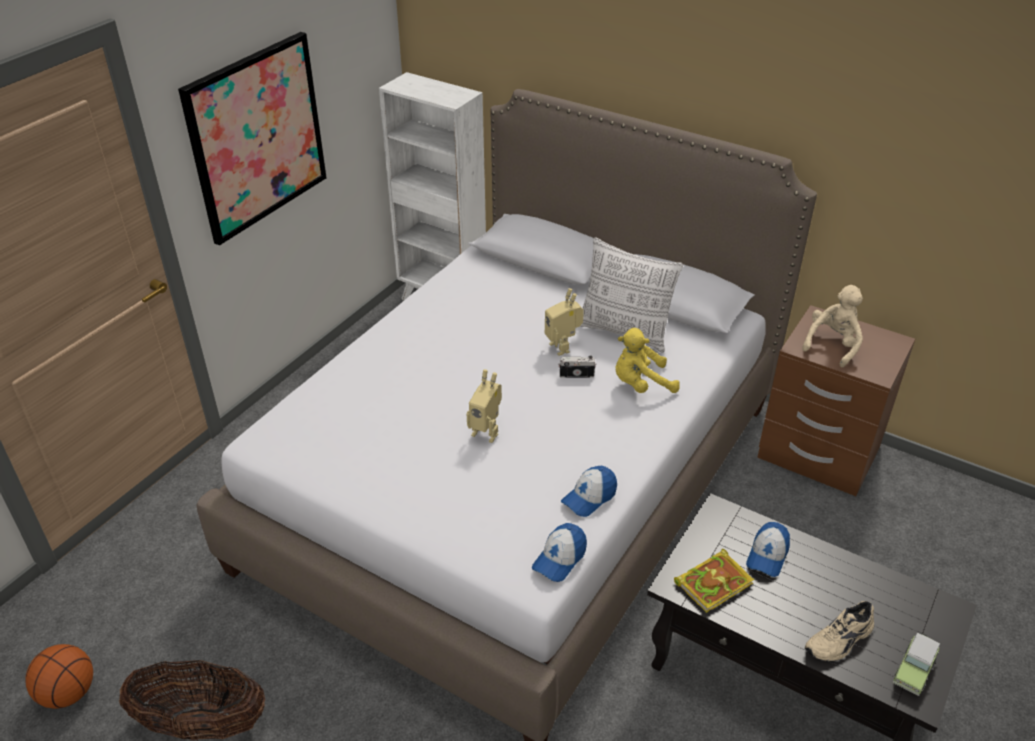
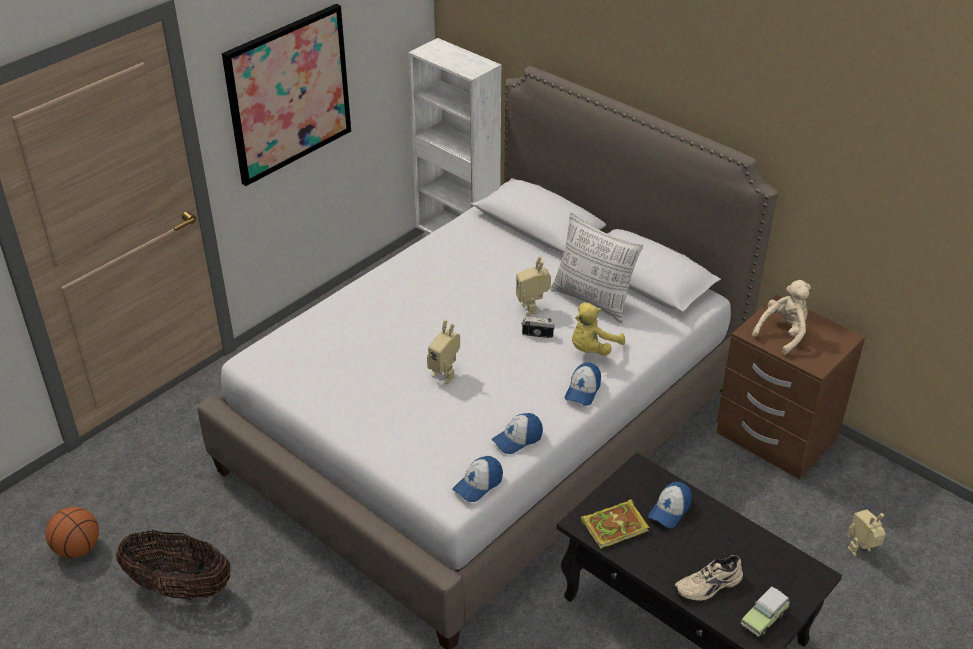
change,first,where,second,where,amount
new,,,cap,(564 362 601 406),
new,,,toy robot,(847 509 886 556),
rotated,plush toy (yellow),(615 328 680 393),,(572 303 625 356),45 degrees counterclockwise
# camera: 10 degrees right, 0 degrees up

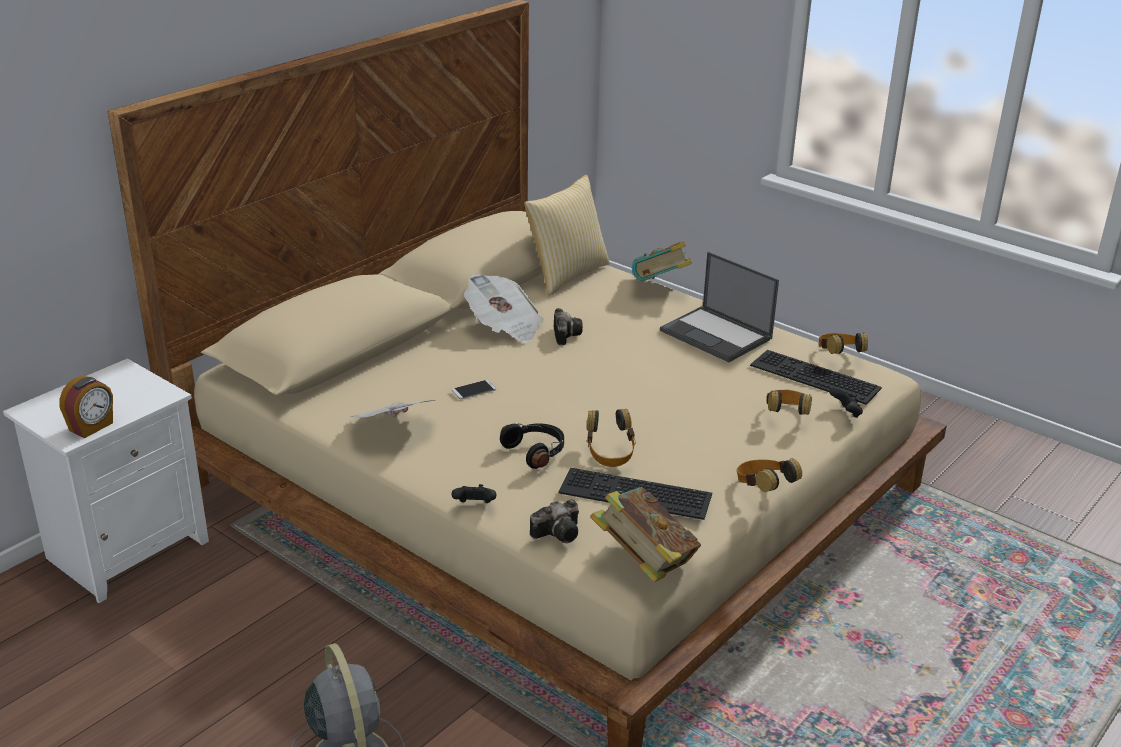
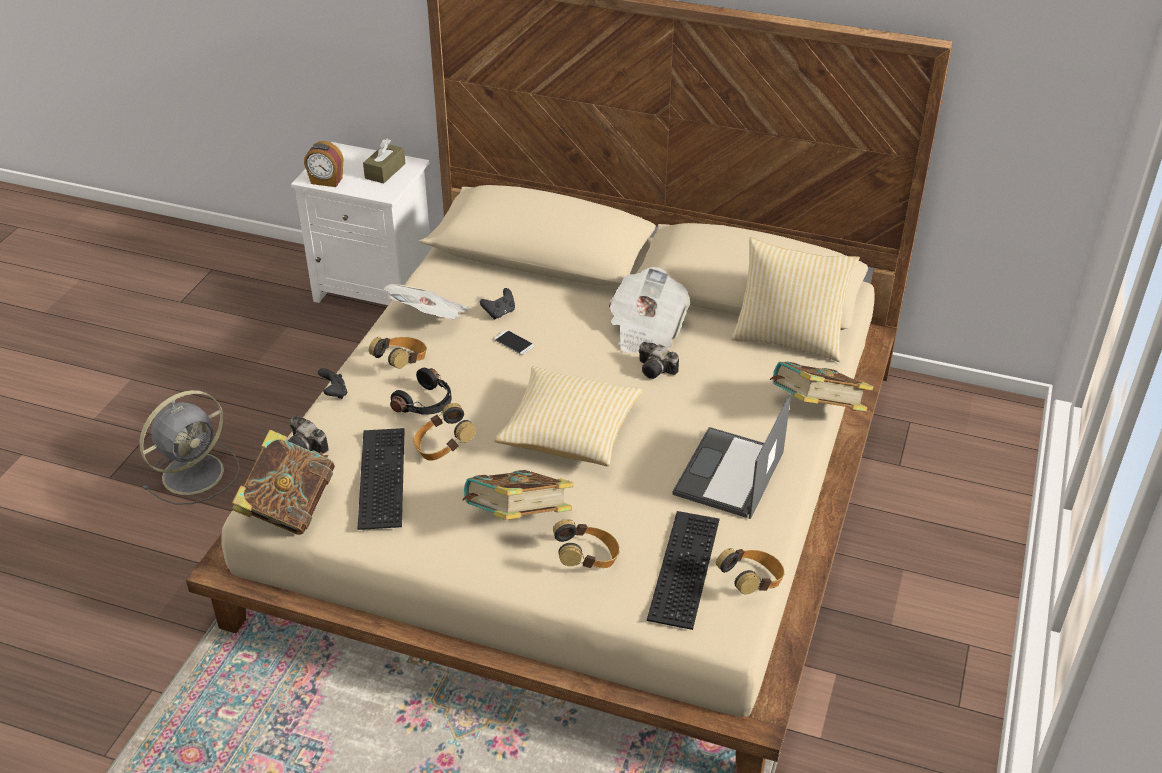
change,first,where,second,where,amount
new,,,tissue box (brown),(363 139 406 184),
new,,,book,(462 470 573 520),
new,,,pillow,(494 367 643 466),
shifted,headphones,(737 458 802 492),,(369 337 427 369),
shifted,game controller (black),(829 388 863 418),,(480 288 515 320),
rotated,photo camera,(554 308 583 345),,(639 342 679 379),60 degrees clockwise
# camera: 70 degrees right, 10 degrees up

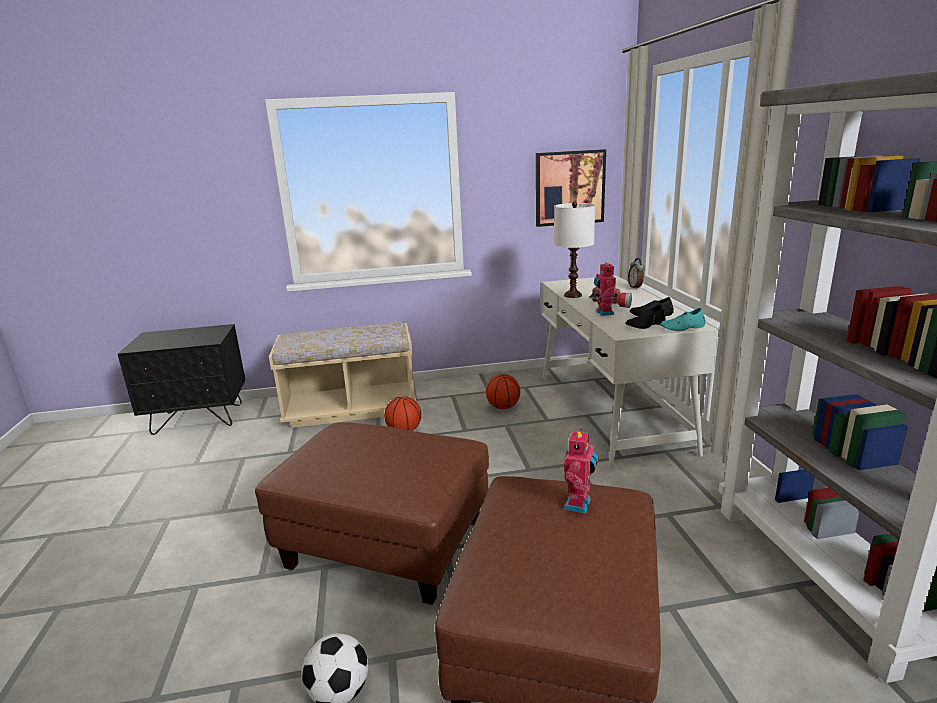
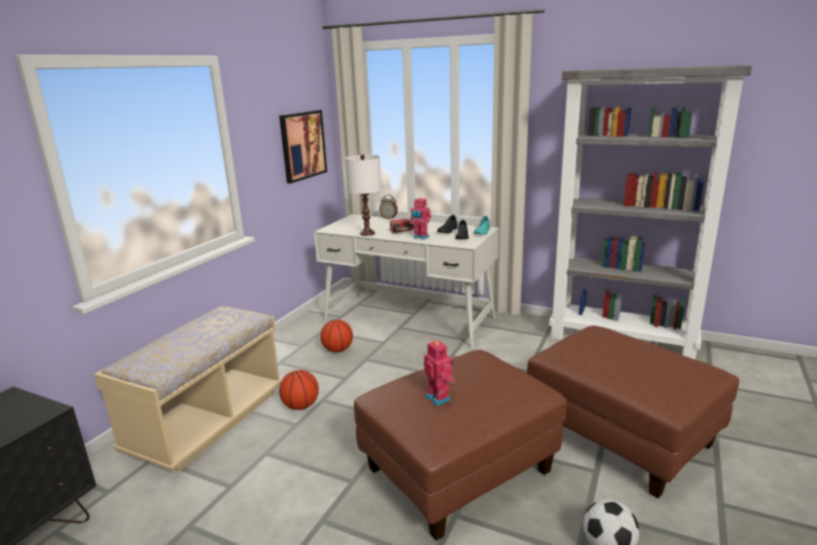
change,first,where,second,where,amount
shifted,toy robot,(564 429 598 514),,(424 339 455 406),
# camera: 55 degrees left, 0 degrees up

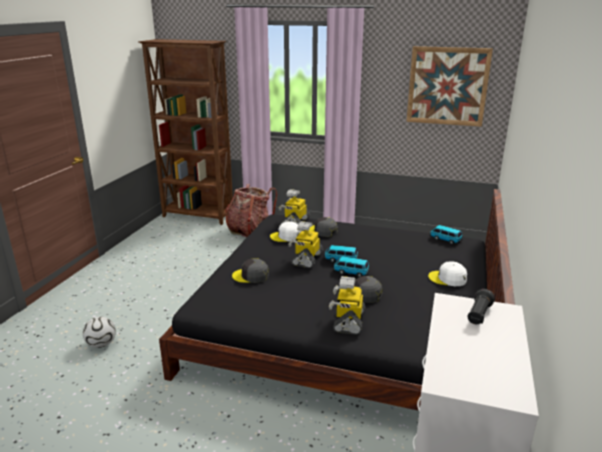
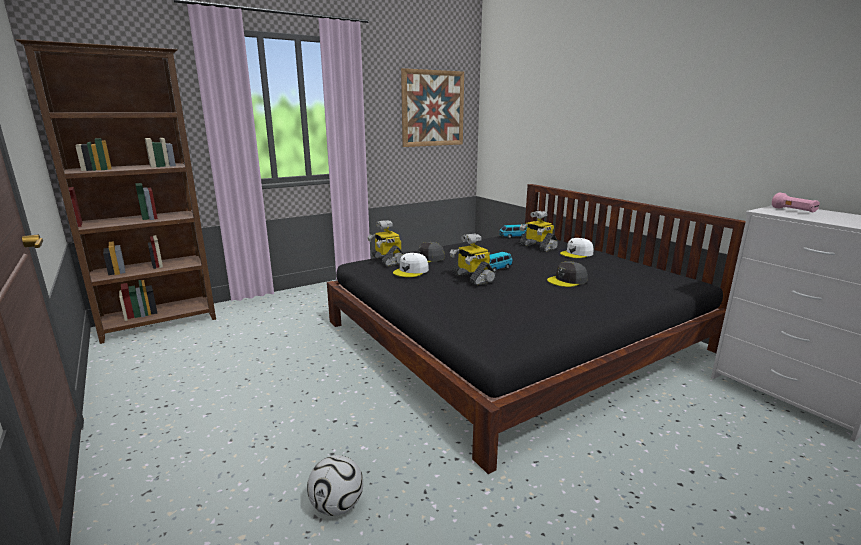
change,first,where,second,where,amount
gone,backpack,(225 184 277 237),,,
gone,cap (grey),(232 258 269 283),,,
gone,toy car,(333 256 369 277),,,
shifted,toy robot,(329 276 365 335),,(520 211 558 252),
repainted,flashlight (black),(468 289 495 324),flashlight (pink),(772 193 820 212),
# camera: 50 degrees left, 5 degrees down

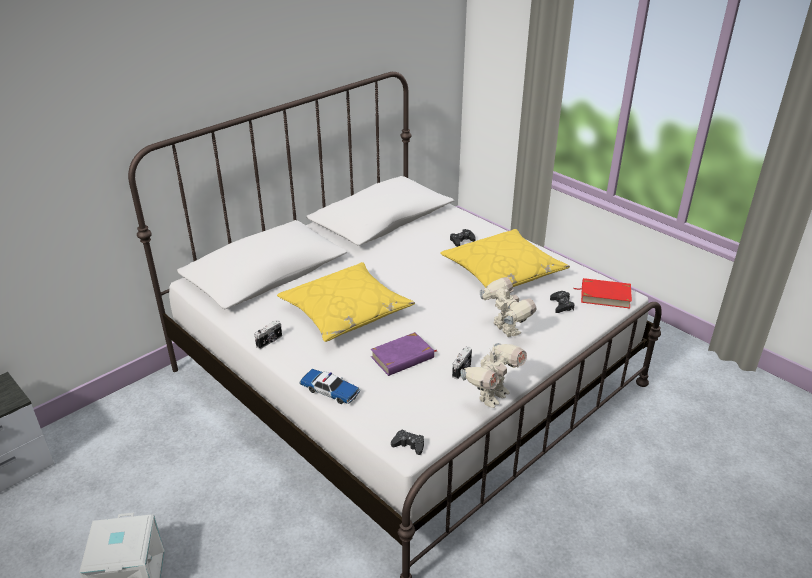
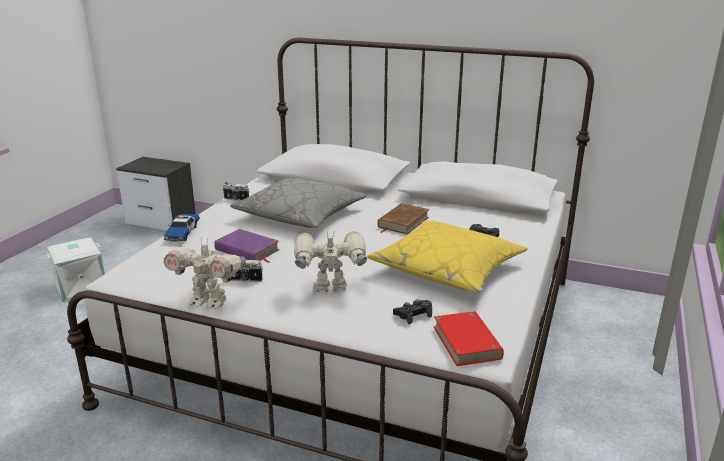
change,first,where,second,where,amount
gone,game controller (black),(391 430 424 455),,,
new,,,book (brown),(377 203 429 235),
repainted,pillow (yellow),(277 262 415 342),pillow (grey),(230 177 367 228),
rotated,toy robot,(480 277 537 337),,(294 231 367 292),135 degrees counterclockwise
# camera: 65 degrees right, 10 degrees down

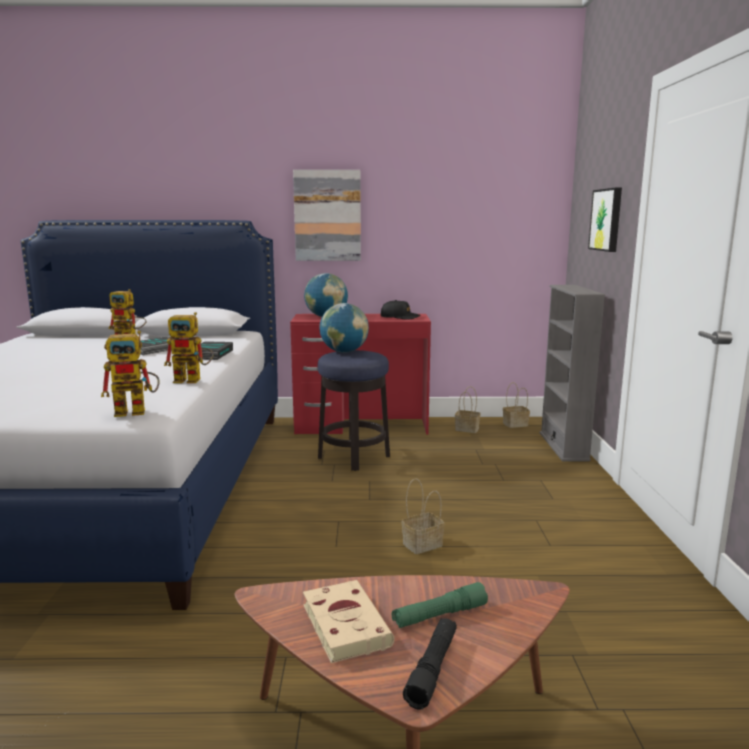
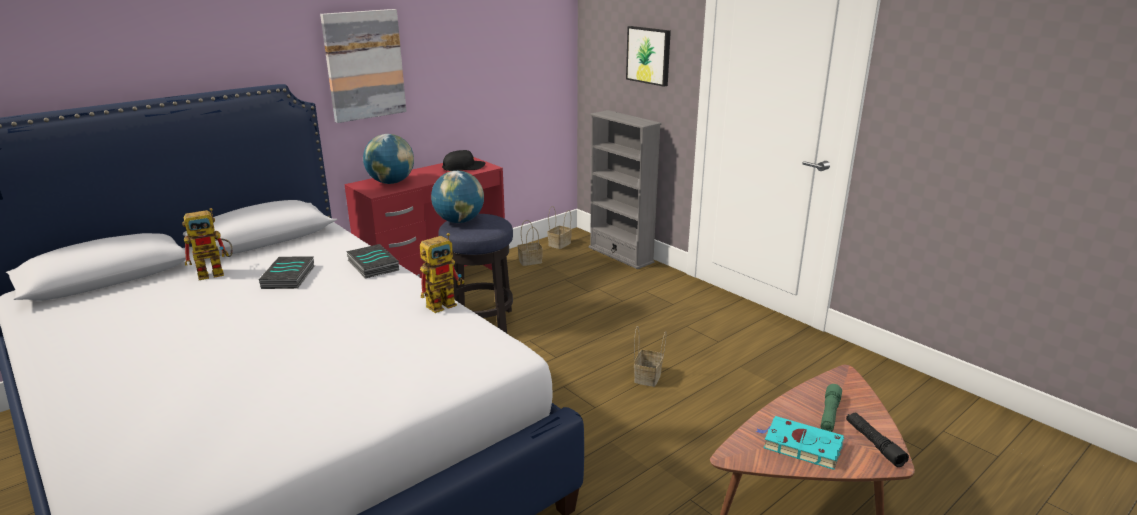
change,first,where,second,where,amount
gone,toy robot,(101 330 160 417),,,
repainted,book (beige),(303 580 395 663),book (turquoise),(756 416 844 470),
# camera: 40 degrees left, 10 degrees up

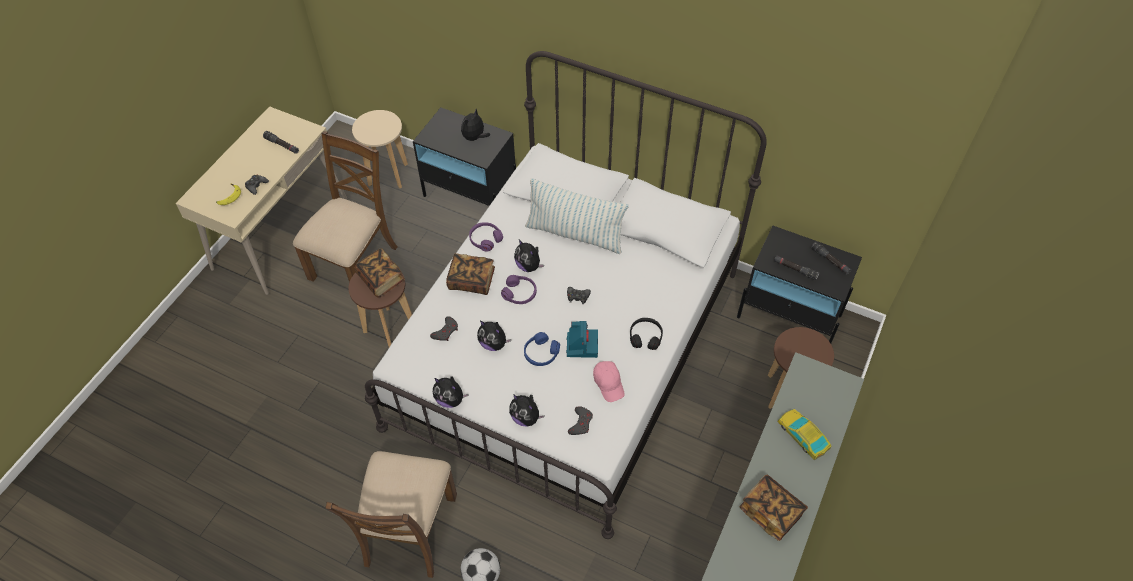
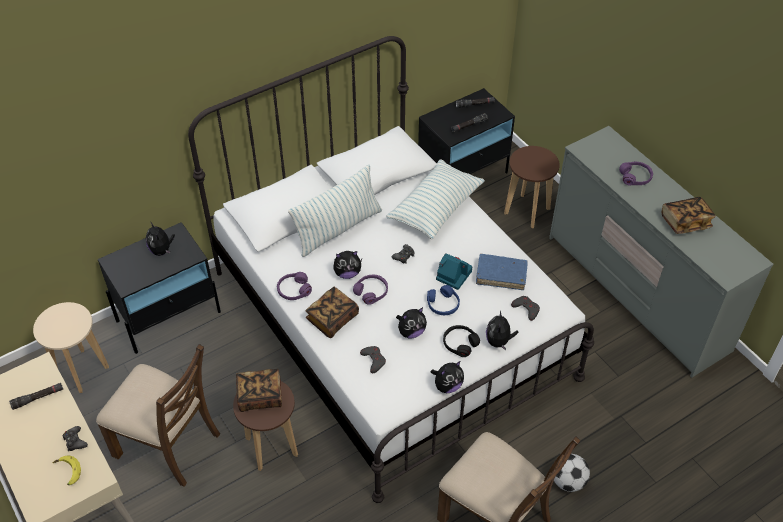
change,first,where,second,where,amount
new,,,pillow,(387 159 485 239),
shifted,headphones (black),(630 318 663 350),,(443 325 480 357),
swapped,cap (pink),(593 361 625 402),book (blue),(476 254 528 290),
swapped,toy car,(777 409 831 461),headphones (purple),(619 162 653 186),
rotated,chair (brown),(293 131 397 282),,(96 344 220 487),150 degrees clockwise
rotated,plush toy,(509 394 545 427),,(486 311 518 350),120 degrees clockwise
# camera: 60 degrees left, 5 degrees down

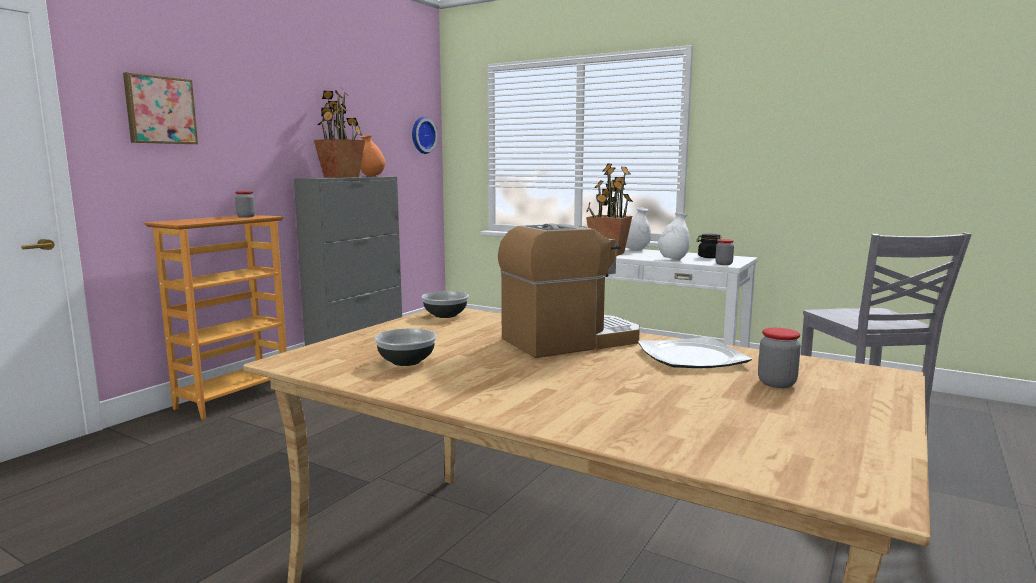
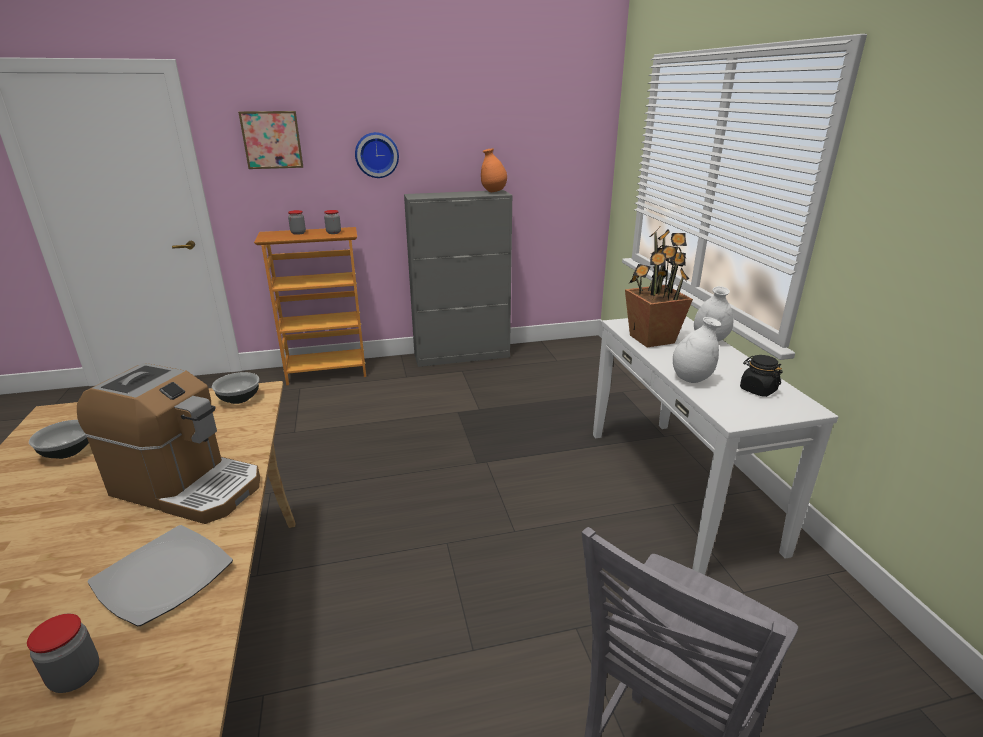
change,first,where,second,where,amount
gone,potted plant,(314 88 365 178),,,
shifted,wall clock,(412 117 438 154),,(355 132 399 178),
shifted,jar,(715 239 734 265),,(288 210 306 235),
# camera: 45 degrees right, 15 degrees up

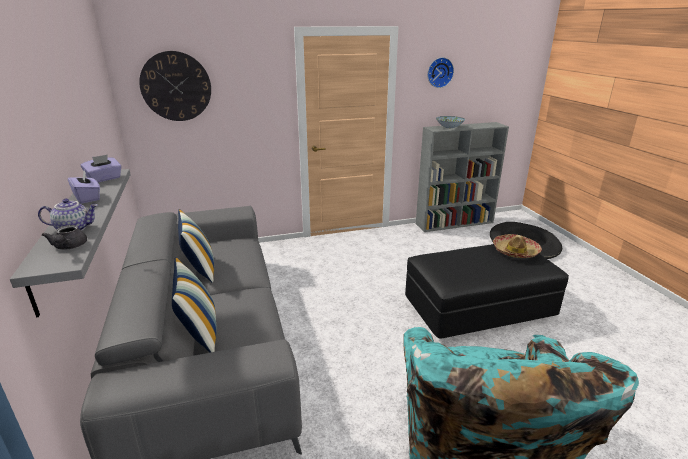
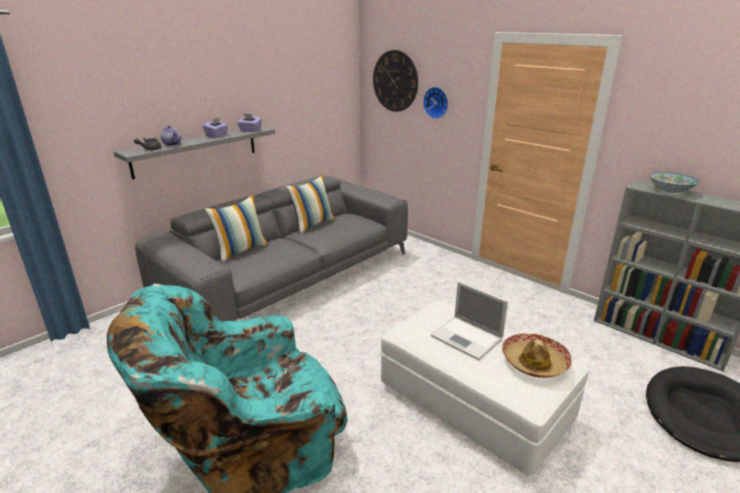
change,first,where,second,where,amount
new,,,laptop,(431 282 508 360),
shifted,wall clock,(427 57 454 88),,(423 87 448 119),
repainted,ottoman (black),(405 244 569 338),ottoman (white),(381 300 589 475),
# camera: 60 degrees right, 0 degrees up

